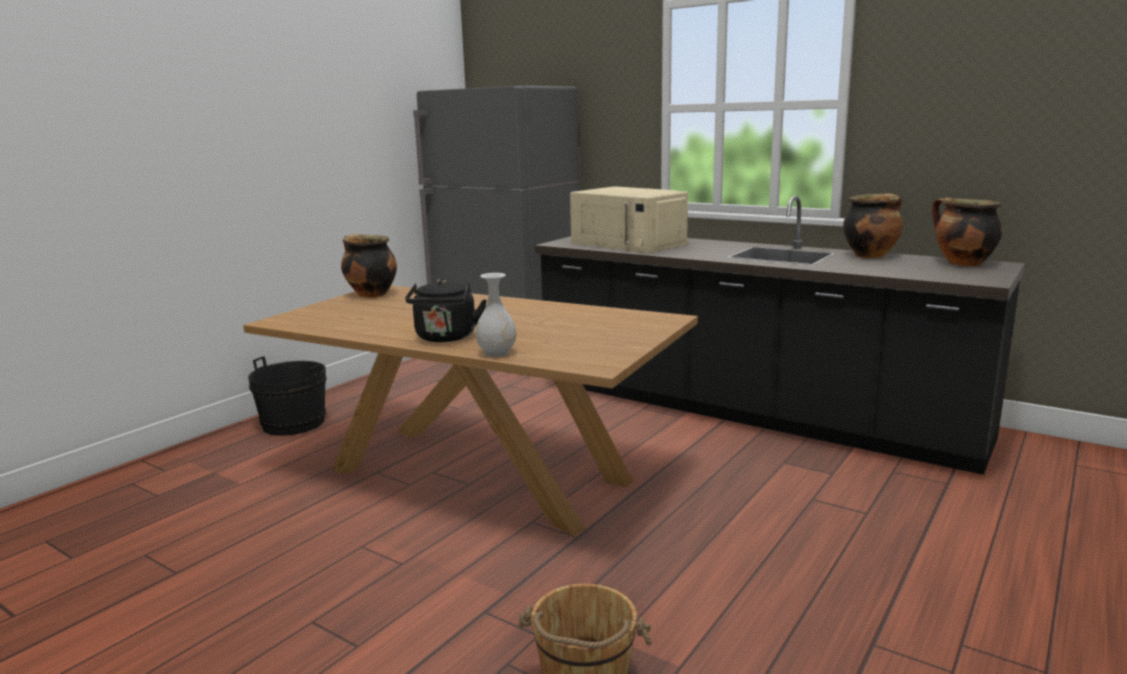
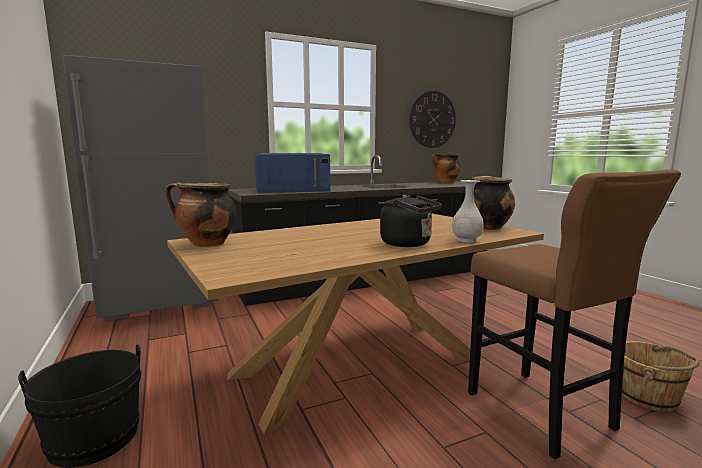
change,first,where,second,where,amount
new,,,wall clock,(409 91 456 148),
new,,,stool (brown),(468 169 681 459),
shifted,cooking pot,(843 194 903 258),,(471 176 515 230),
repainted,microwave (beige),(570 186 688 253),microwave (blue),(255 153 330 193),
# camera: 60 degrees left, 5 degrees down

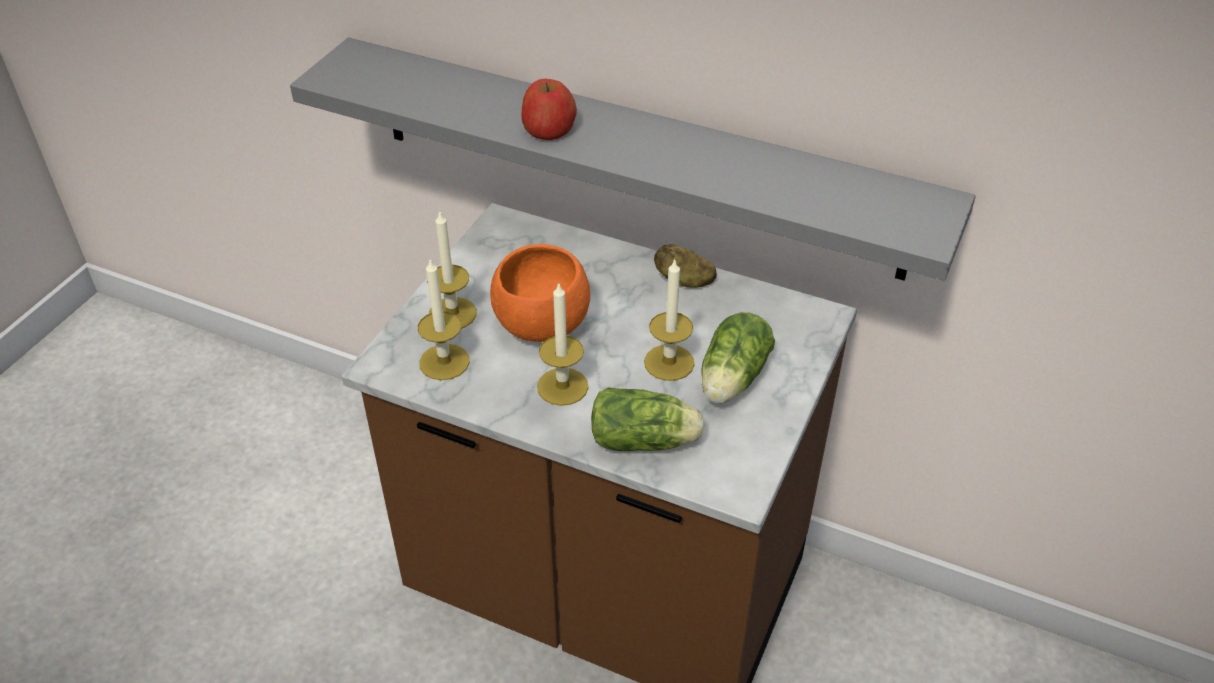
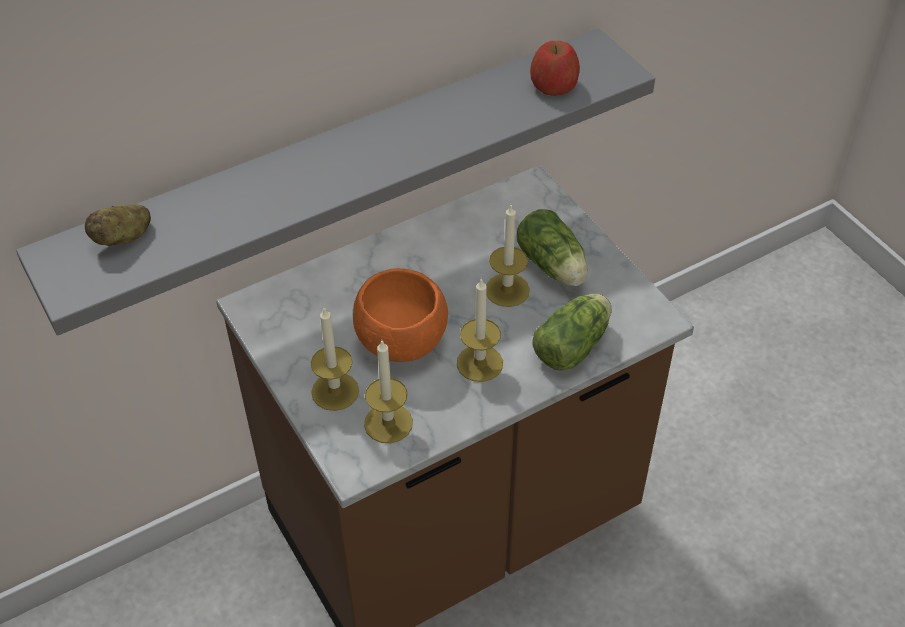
change,first,where,second,where,amount
shifted,apple,(521 79 577 140),,(530 41 580 96),
shifted,potato,(654 244 716 288),,(85 205 151 246),
# camera: 55 degrees left, 5 degrees up

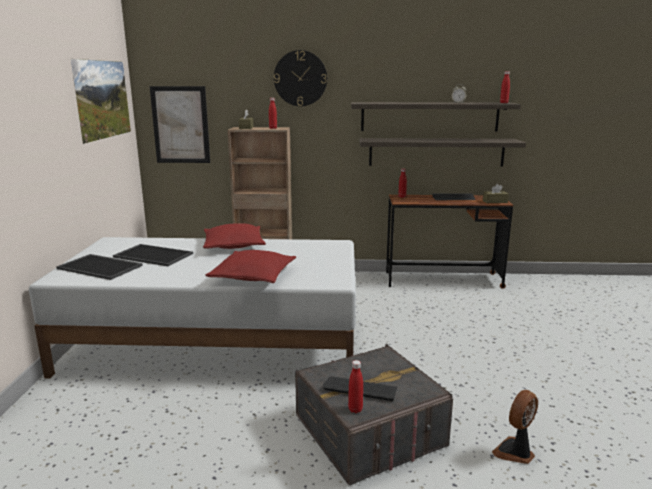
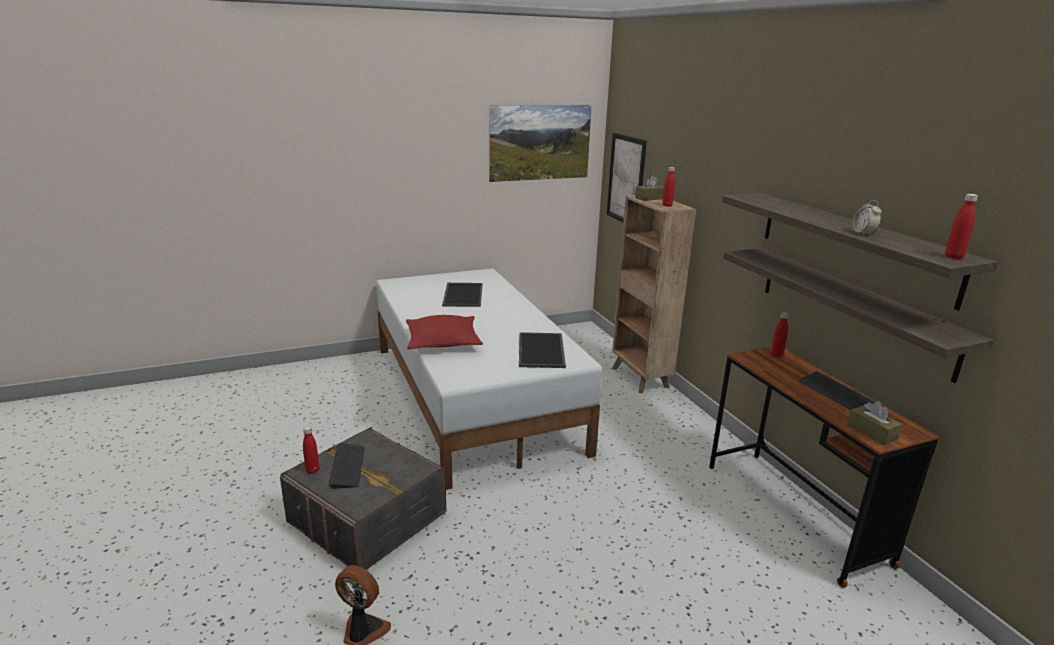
change,first,where,second,where,amount
gone,pillow (red),(203 223 266 249),,,
gone,wall clock,(274 50 327 106),,,
shifted,tray,(56 254 143 280),,(519 332 566 368),
# camera: 65 degrees right, 5 degrees up

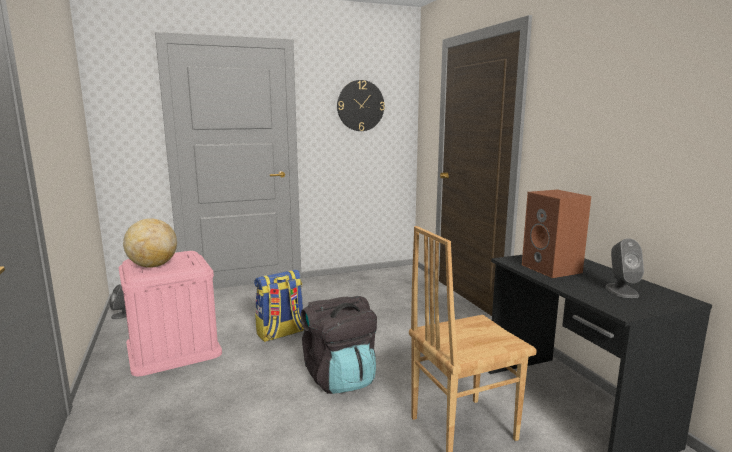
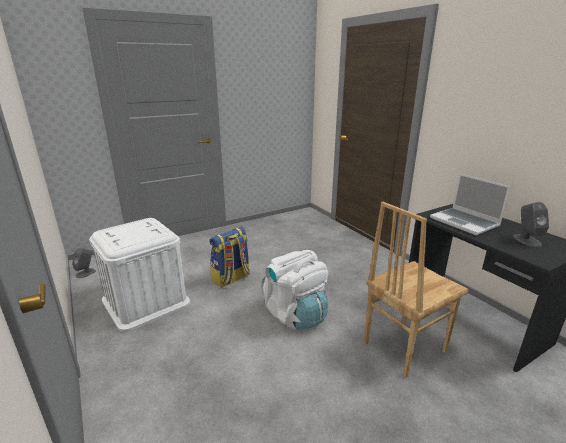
change,first,where,second,where,amount
gone,globe,(123 218 177 268),,,
gone,wall clock,(337 80 385 131),,,
swapped,speaker (brown),(522 190 591 278),laptop,(430 173 511 235),
repainted,storage box (pink),(119 251 222 376),storage box (white),(89 218 190 332),
repainted,backpack (black),(301 296 377 394),backpack (white),(261 250 328 330),
# camera: 10 degrees left, 10 degrees up

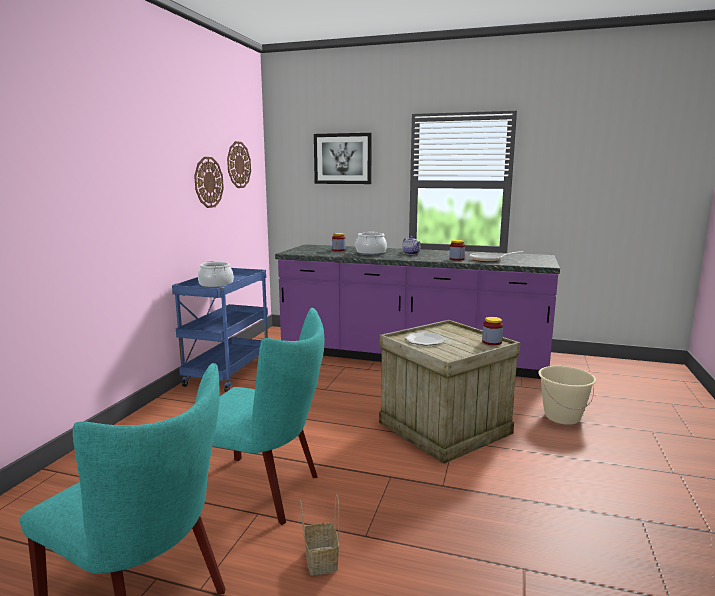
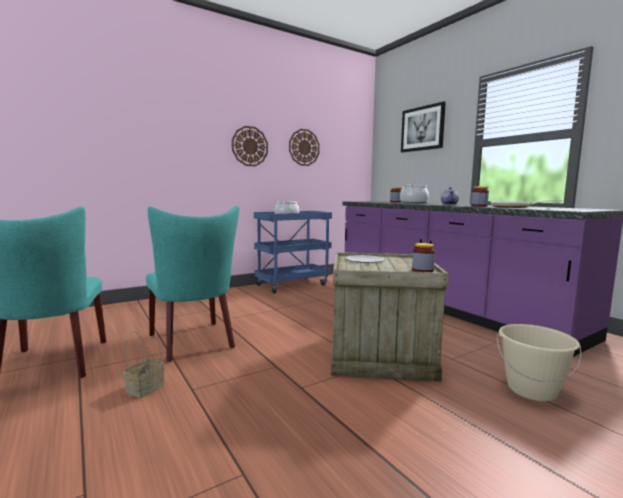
change,first,where,second,where,amount
shifted,wall clock,(227 141 251 188),,(232 126 268 166),
# camera: 40 degrees right, 5 degrees down

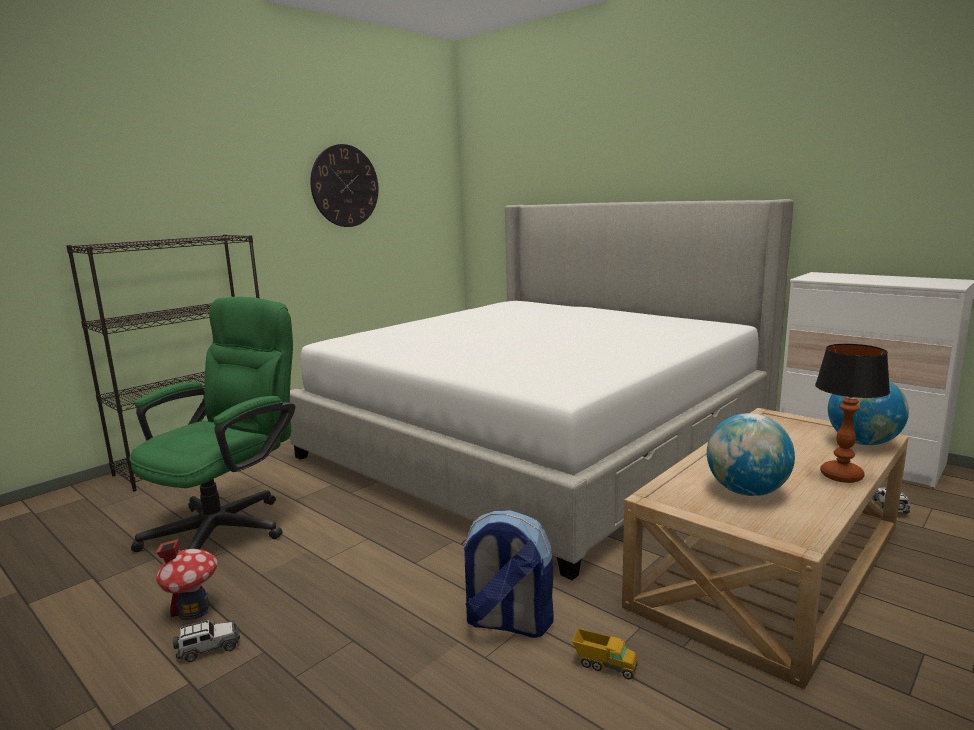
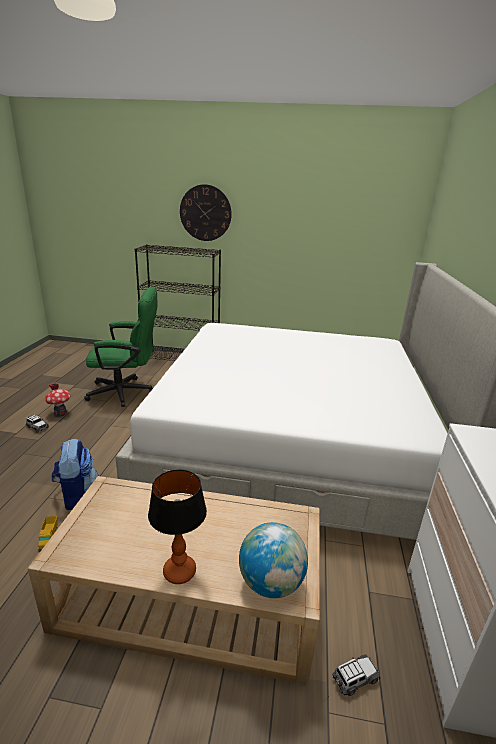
change,first,where,second,where,amount
gone,globe,(707 413 795 496),,,
shifted,wall clock,(310 144 378 227),,(180 184 232 241),
# camera: 55 degrees right, 10 degrees up

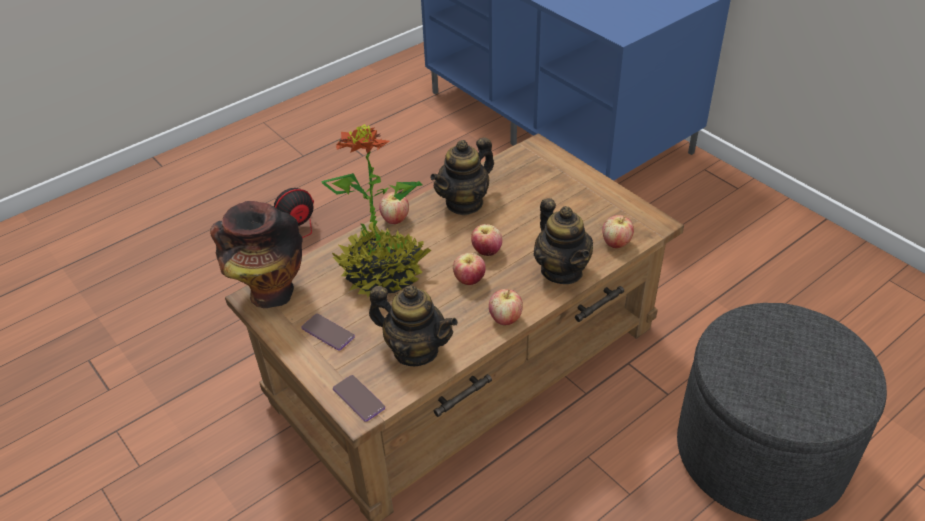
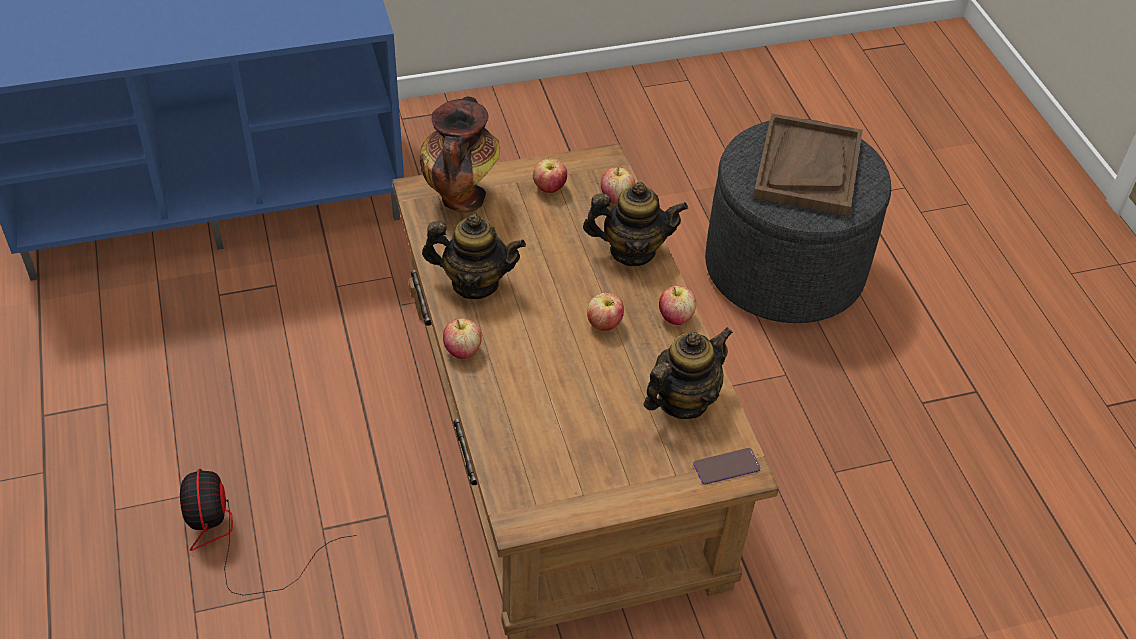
change,first,where,second,where,amount
gone,phone,(301 314 355 351),,,
gone,potted plant,(321 124 431 298),,,
new,,,tray (brown),(753 113 863 216),
shifted,vase,(210 201 302 308),,(420 97 500 213),
shifted,apple,(471 224 502 256),,(533 159 567 193),
rotated,teapot,(430 137 494 216),,(422 214 526 299),60 degrees counterclockwise
# camera: 70 degrees left, 5 degrees up

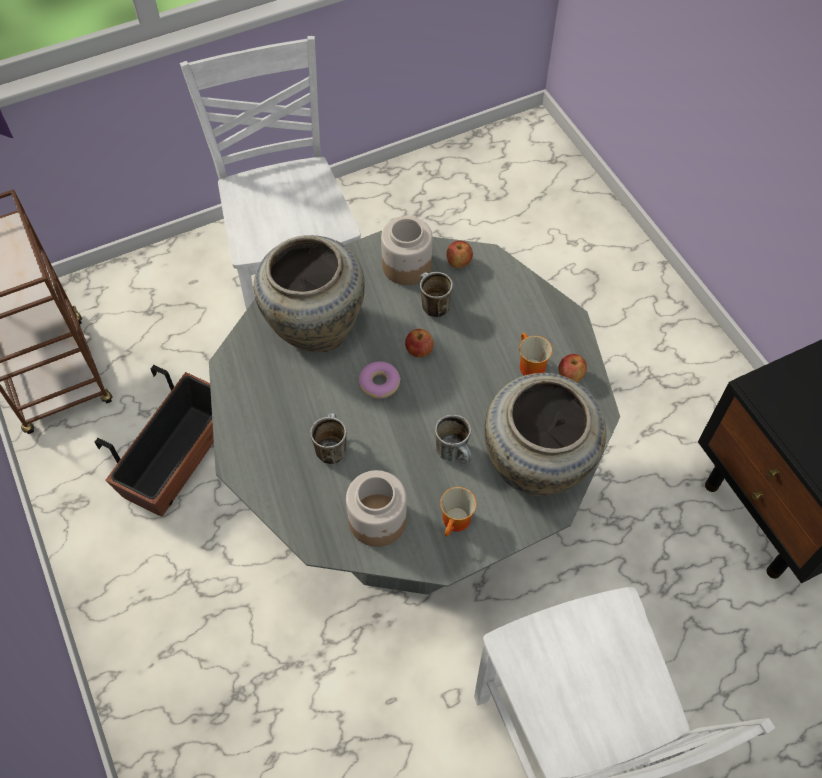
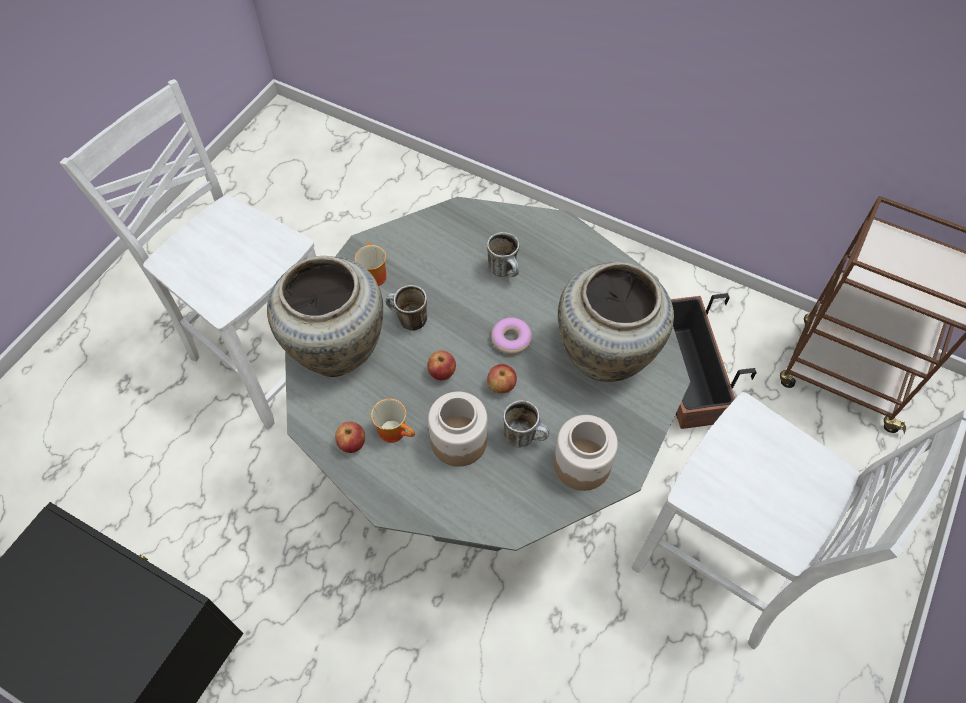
change,first,where,second,where,amount
shifted,jar,(346 470 407 547),,(428 391 488 467),
shifted,apple,(446 241 473 268),,(427 350 456 380),
# camera: 145 degrees right, 0 degrees up

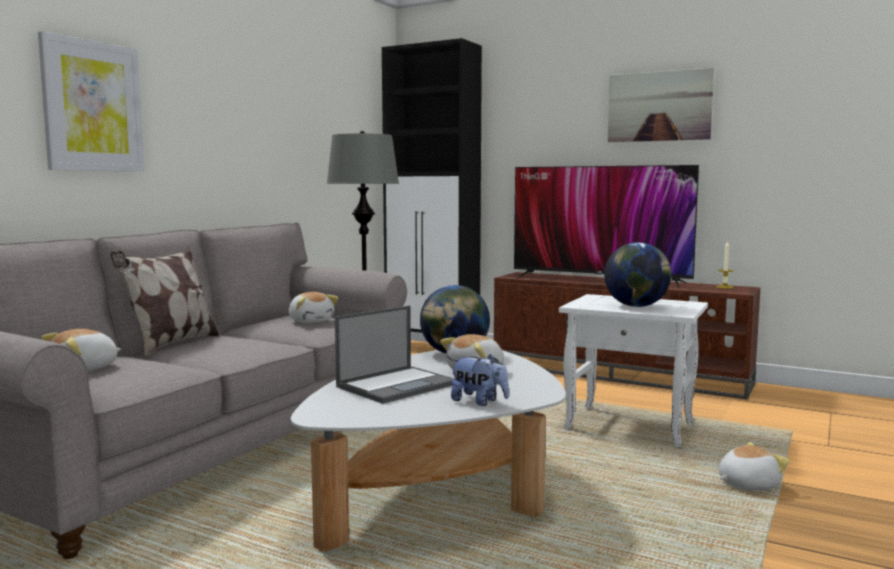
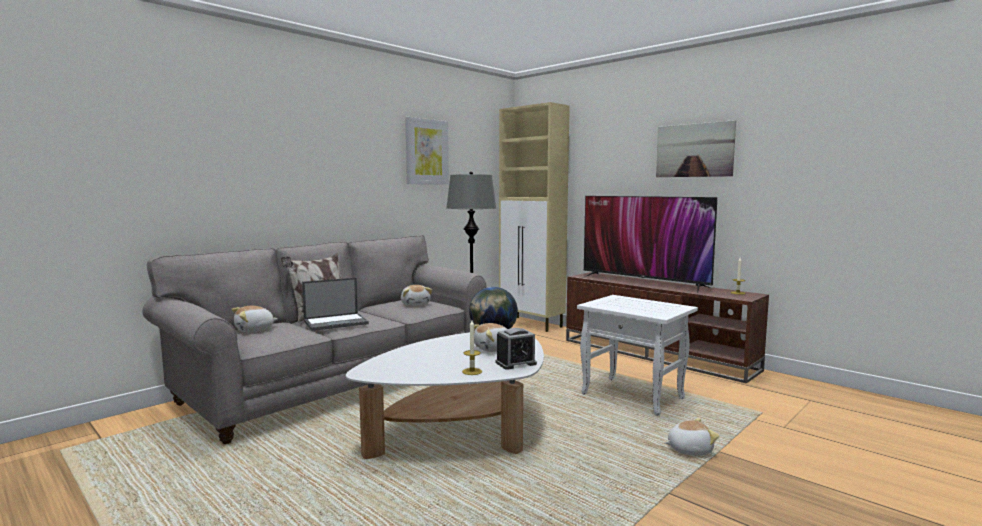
change,first,where,second,where,amount
gone,globe,(604 242 671 307),,,
new,,,alarm clock,(496 328 537 370),
shifted,picture,(38 31 144 172),,(405 117 449 184),
shifted,laptop,(335 306 454 404),,(302 278 369 331),
swapped,plush toy,(451 354 509 406),candle,(462 320 482 375),
repainted,cabinet (black),(382 38 482 333),cabinet (beige),(499 102 570 332),
# camera: 15 degrees right, 0 degrees up

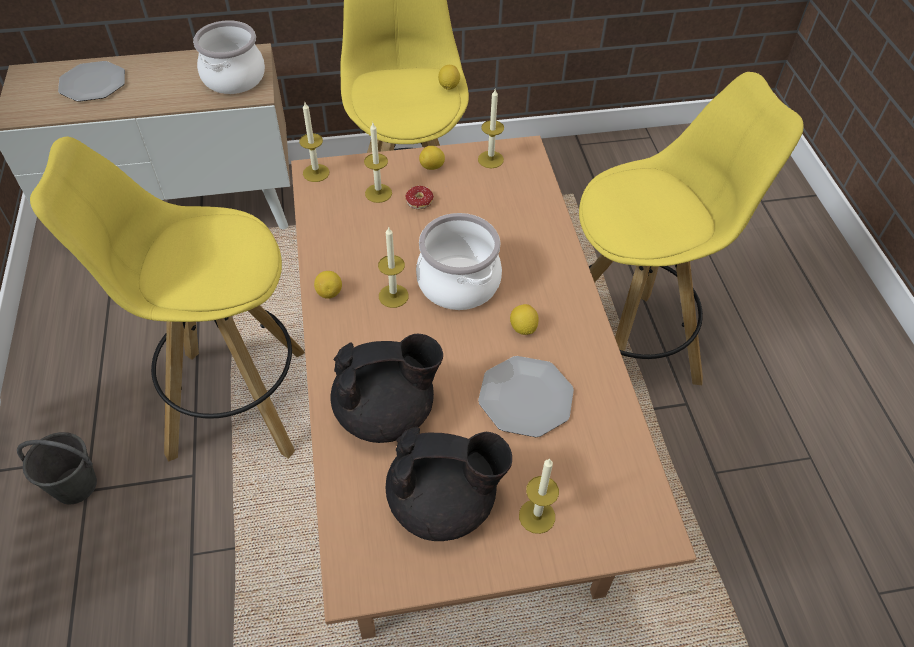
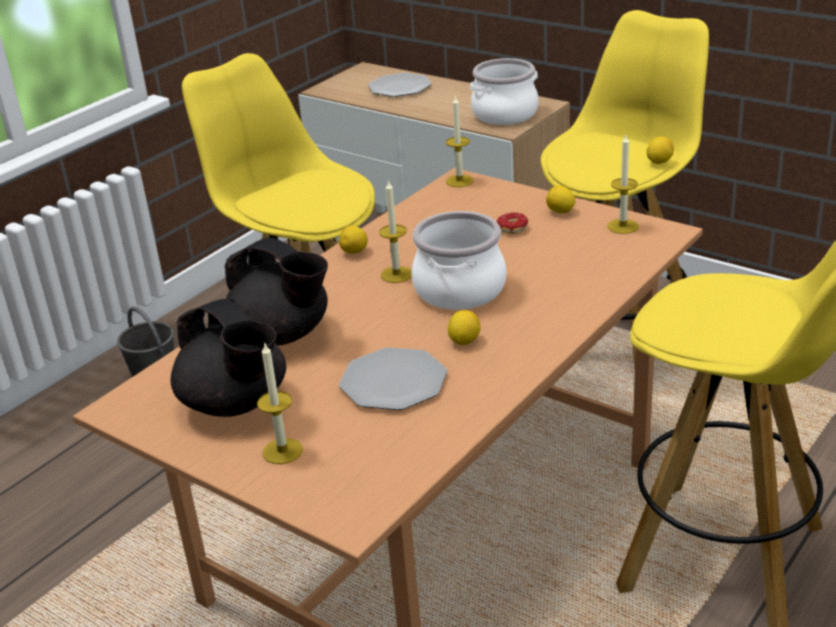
change,first,where,second,where,amount
gone,candle,(364 123 392 203),,,
# camera: 50 degrees right, 20 degrees down

